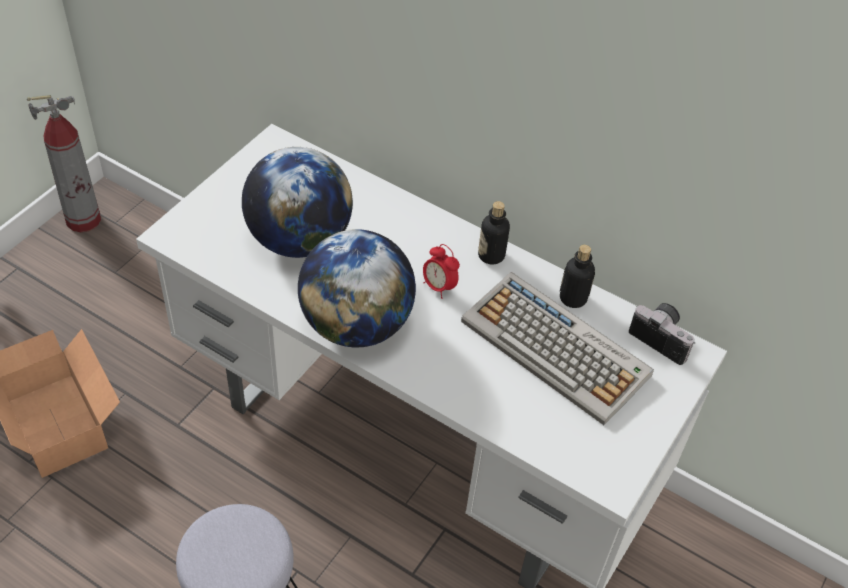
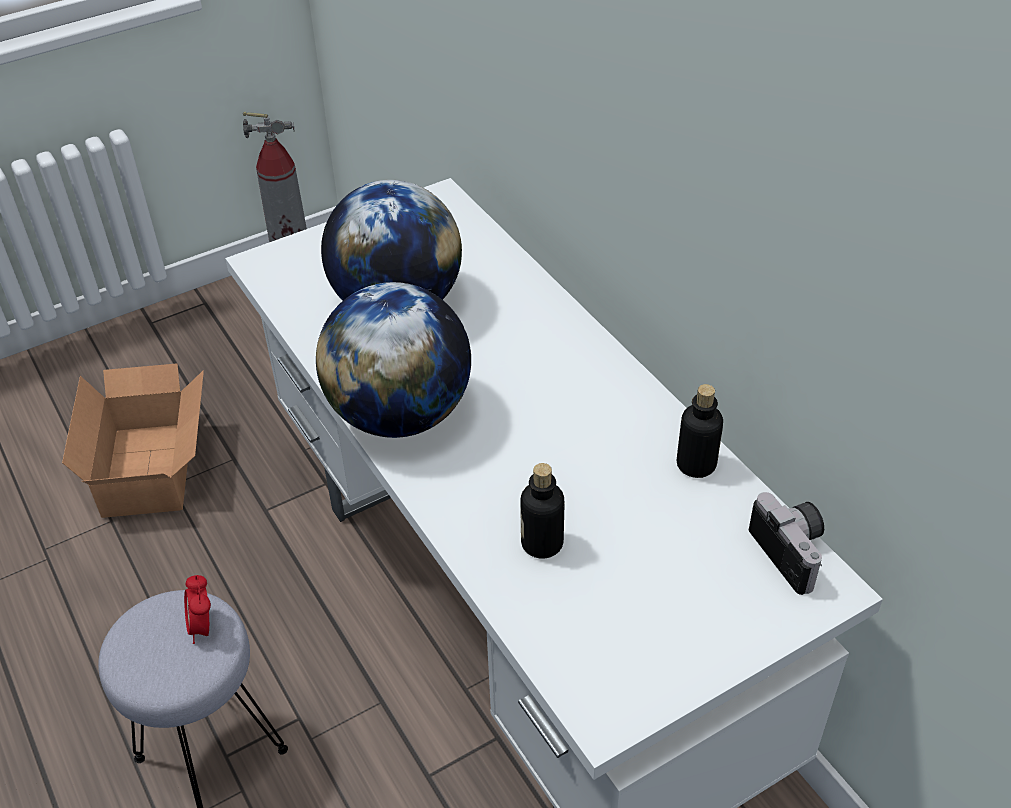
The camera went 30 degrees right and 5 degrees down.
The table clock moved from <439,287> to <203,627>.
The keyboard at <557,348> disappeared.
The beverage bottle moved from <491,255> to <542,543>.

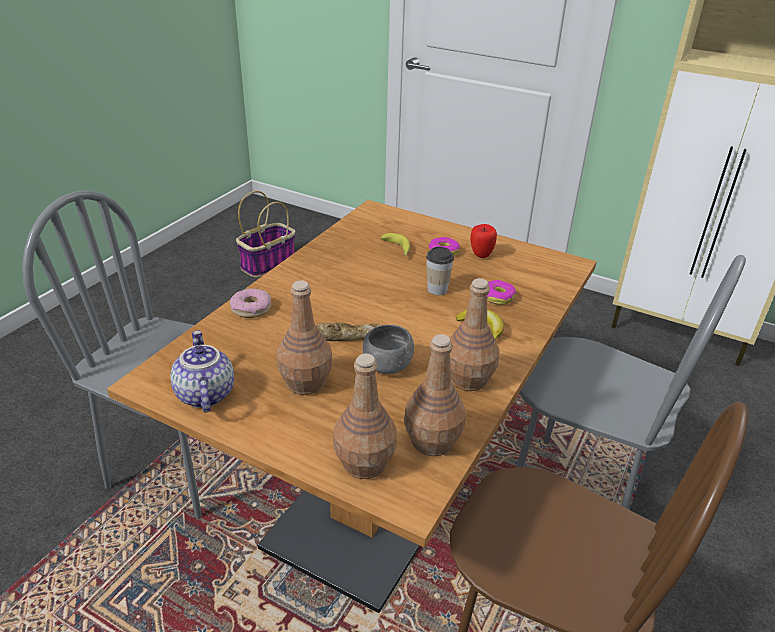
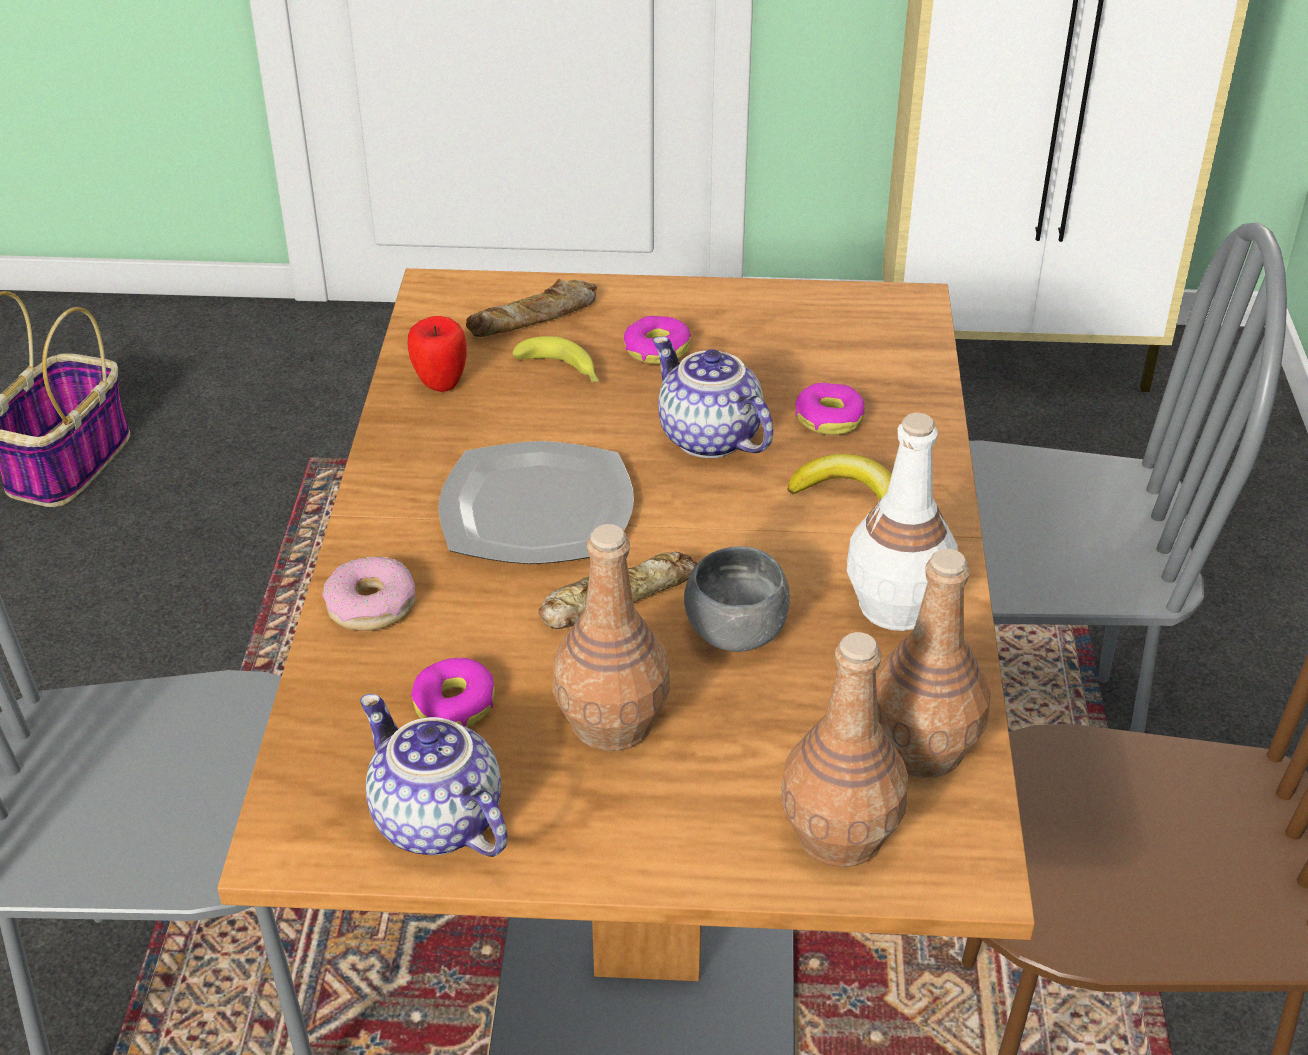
The camera went 25 degrees left and 5 degrees up.
The drinking cup at <437,289> was replaced by the teapot at <706,438>.
The beverage bottle in brownish at <468,378> became the beverage bottle in white-coloured at <896,605>.
The apple moved from <481,255> to <440,384>.
The doughnut at <454,704> appeared.
The plate at <538,510> appeared.
The bakery bread at <535,318> appeared.

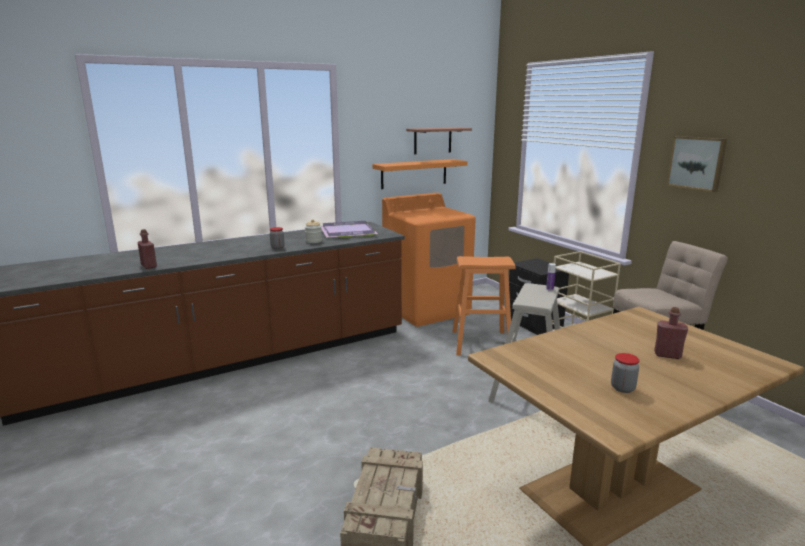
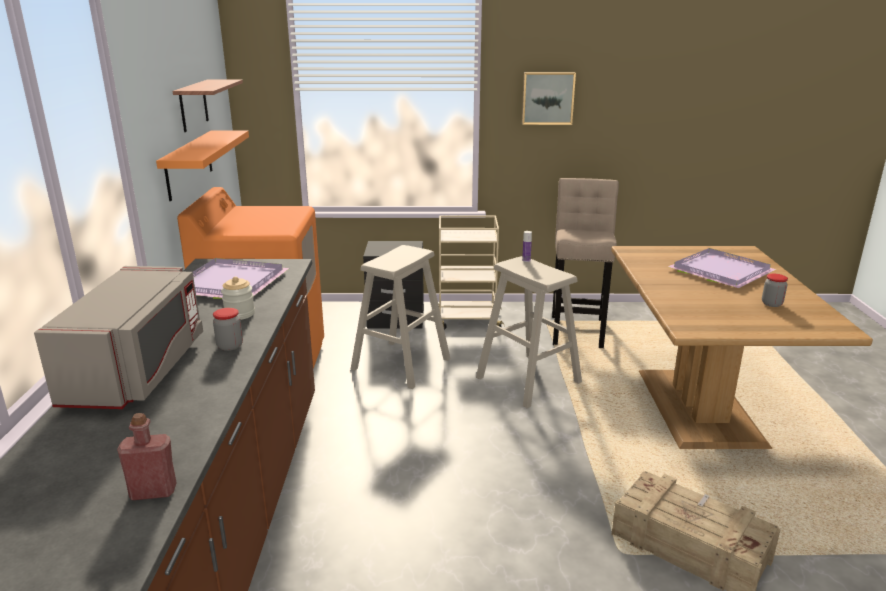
The camera went 60 degrees left and 5 degrees up.
The stool in orange-coloured at <481,342> became the stool in sand-coloured at <401,364>.
The beverage bottle in reddish at <667,355> was replaced by the carrying tray in purplish at <718,271>.
The microwave in greyish at <138,370> appeared.

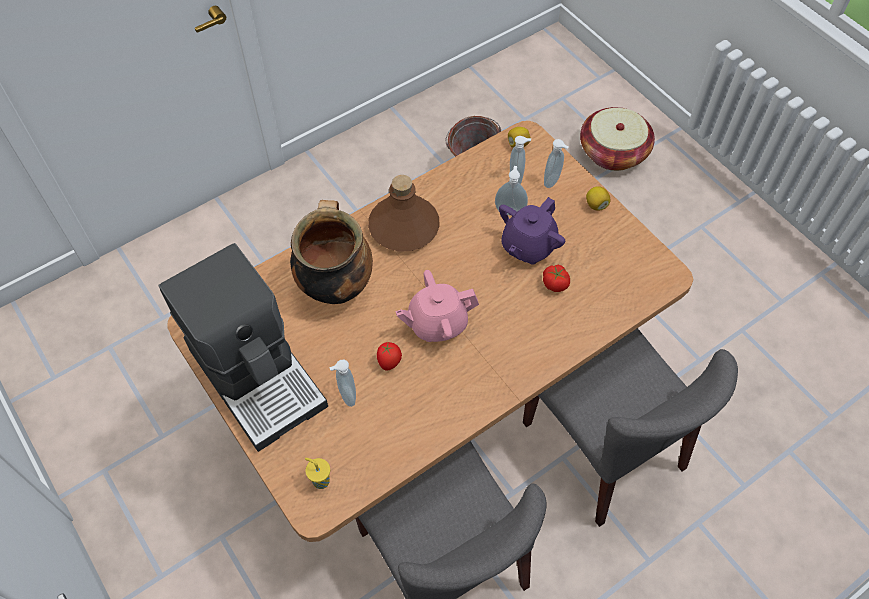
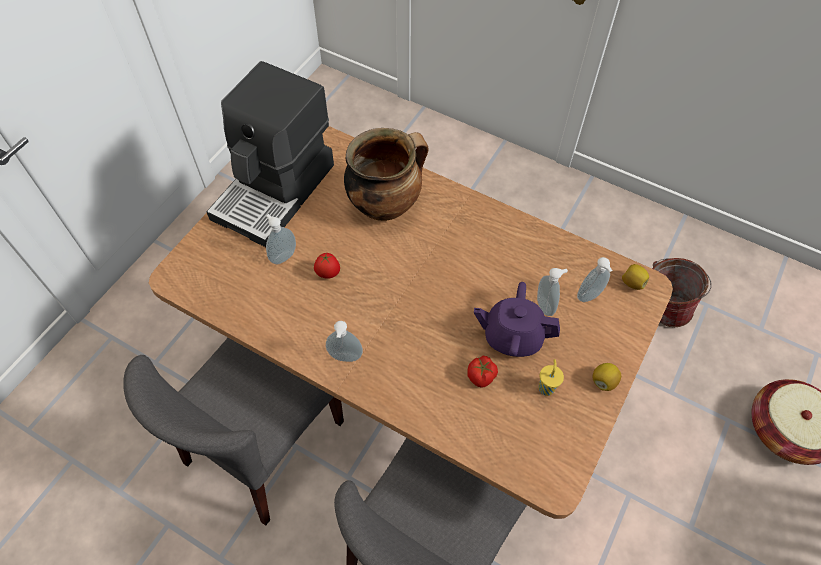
The camera went 65 degrees right and 0 degrees up.
The drinking cup in yellow moved from <320,480> to <546,387>.
The beverage bottle in brownish at <404,226> disappeared.
The teapot in pink at <437,323> disappeared.
The soap dispenser moved from <553,181> to <345,358>.

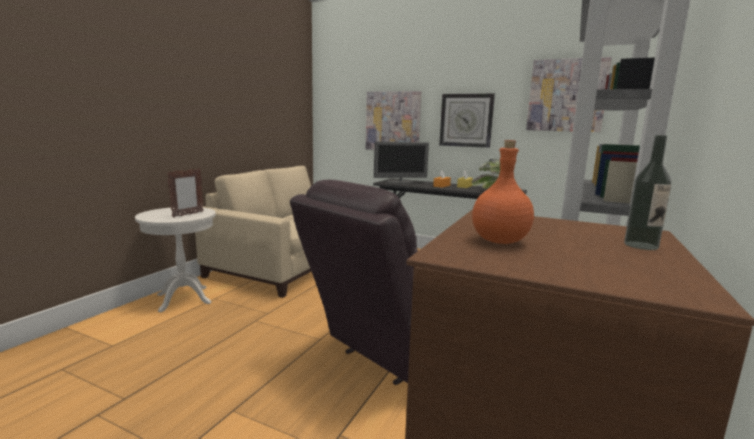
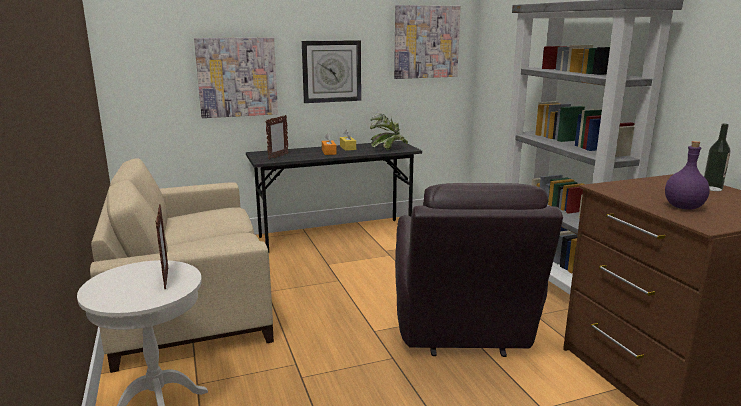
The camera went 45 degrees left and 5 degrees up.
The monitor at <400,182> was replaced by the picture frame at <278,156>.
The beverage bottle in orange-coloured at <500,241> became the beverage bottle in purplish at <684,207>.

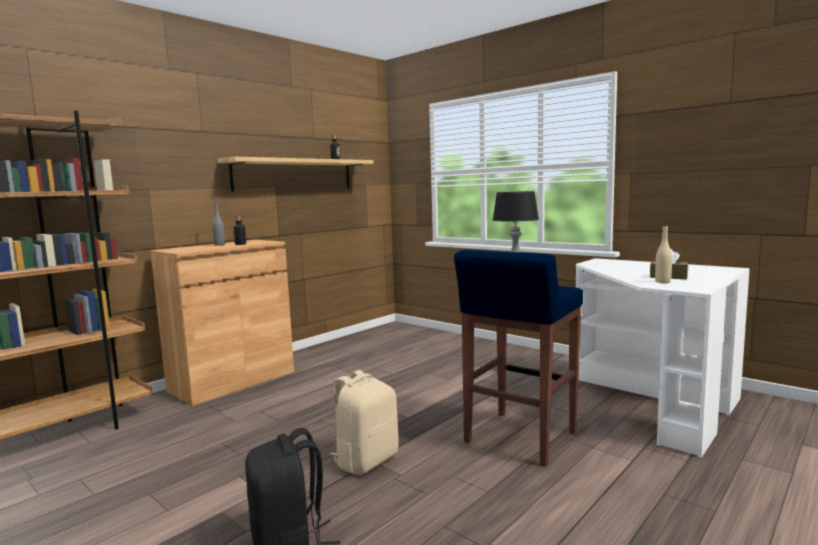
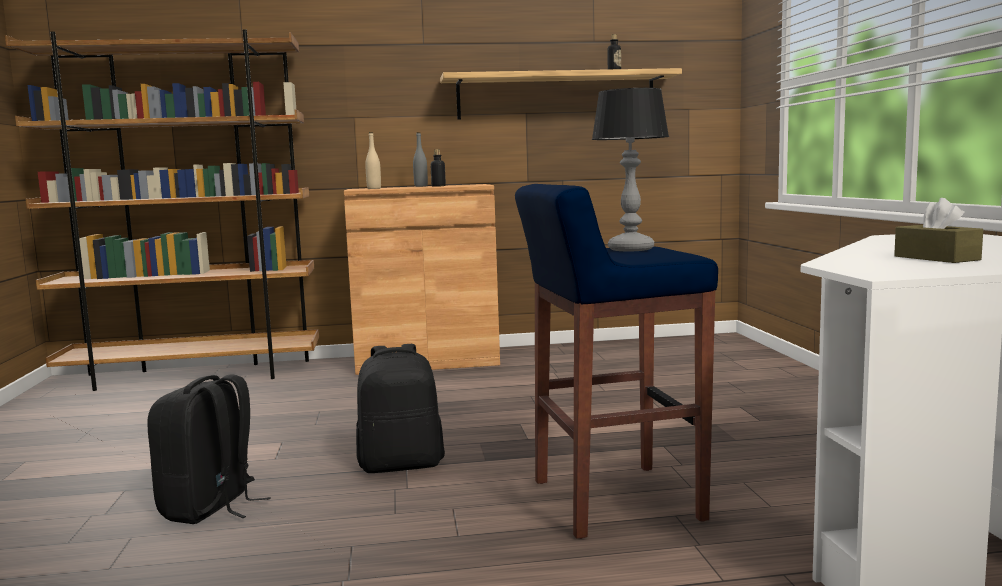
The camera went 40 degrees right and 0 degrees up.
The knapsack in sand-coloured at <366,460> became the knapsack in blackish at <401,464>.
The beverage bottle in sand-coloured moved from <662,282> to <374,188>.

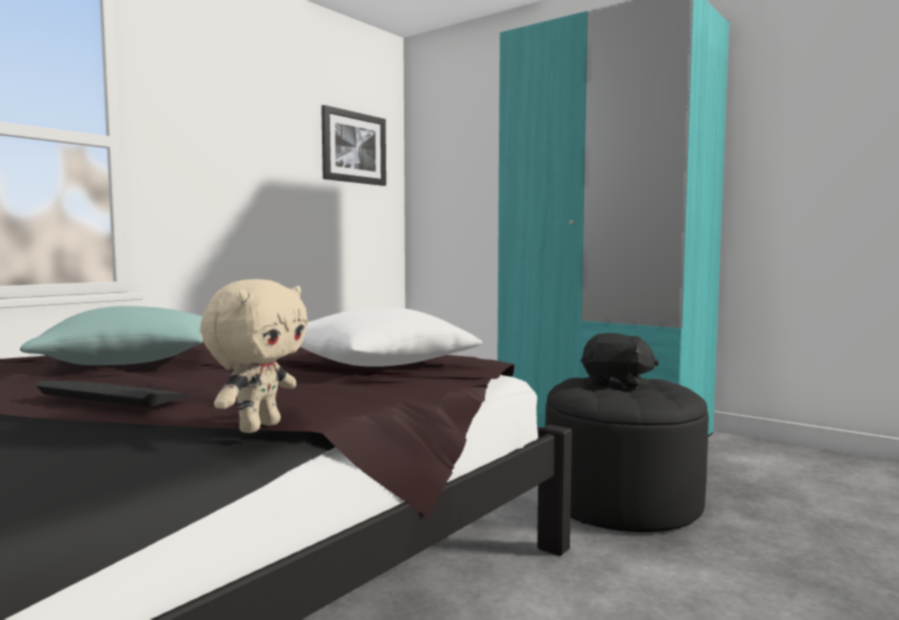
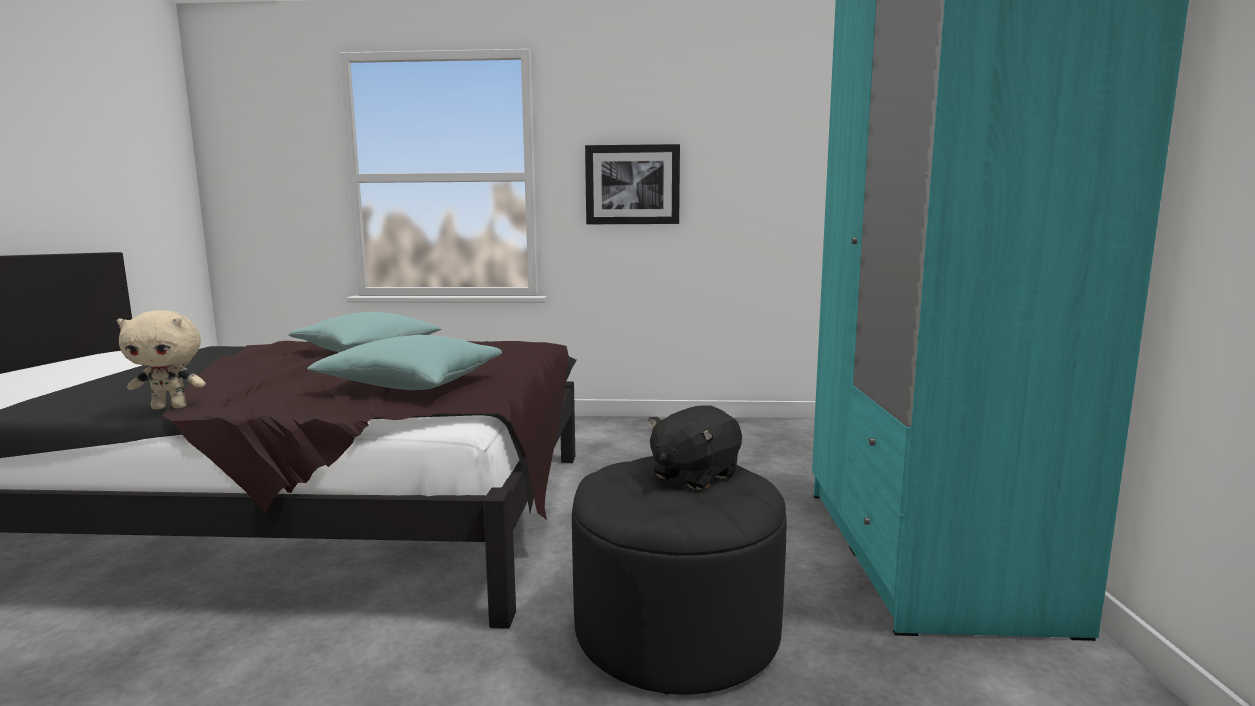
The camera went 55 degrees right and 5 degrees up.
The keyboard at <113,395> disappeared.
The cushion in white-coloured at <376,364> became the cushion in turquoise at <413,385>.
The wall art moved from <353,147> to <632,185>.
The plush toy in blackish at <616,383> turned 60 degrees clockwise.

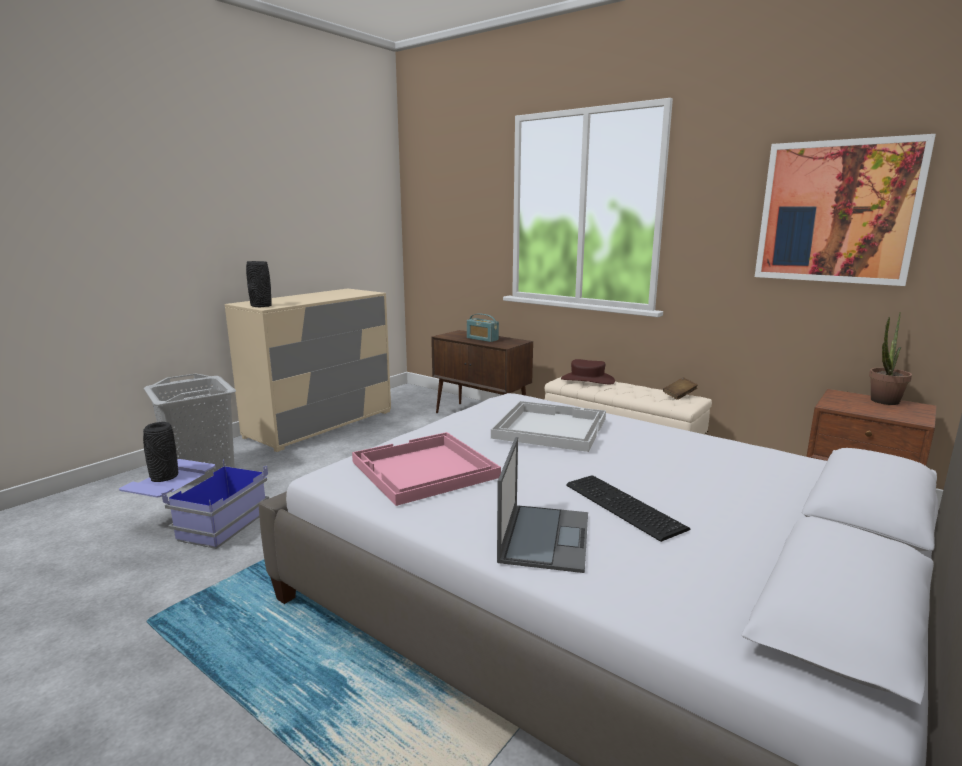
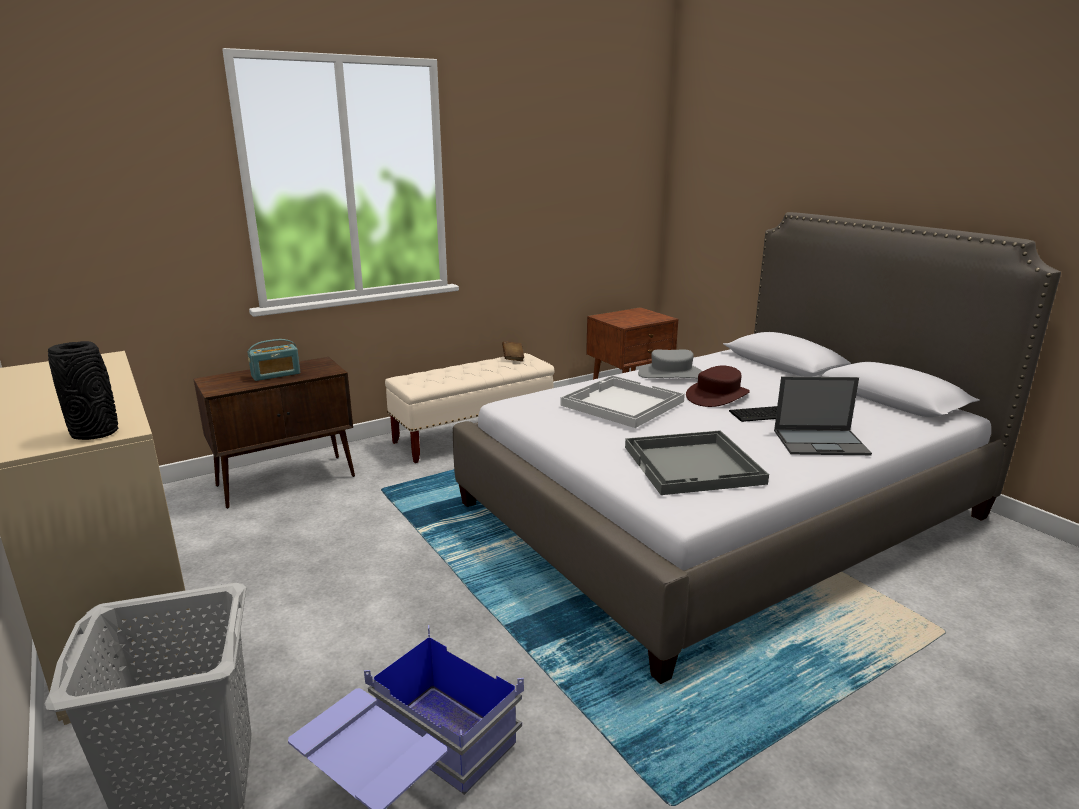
The camera went 70 degrees left and 5 degrees up.
The decorative vase in blackish at <163,477> disappeared.
The carrying tray in pink at <424,470> became the carrying tray in greyish at <694,465>.
The portable computer at <544,536> turned 150 degrees clockwise.
The hat in brownish moved from <587,380> to <717,396>.
The wall art at <836,212> disappeared.
The plant in a pot at <882,402> disappeared.
The hat in greyish at <671,374> appeared.

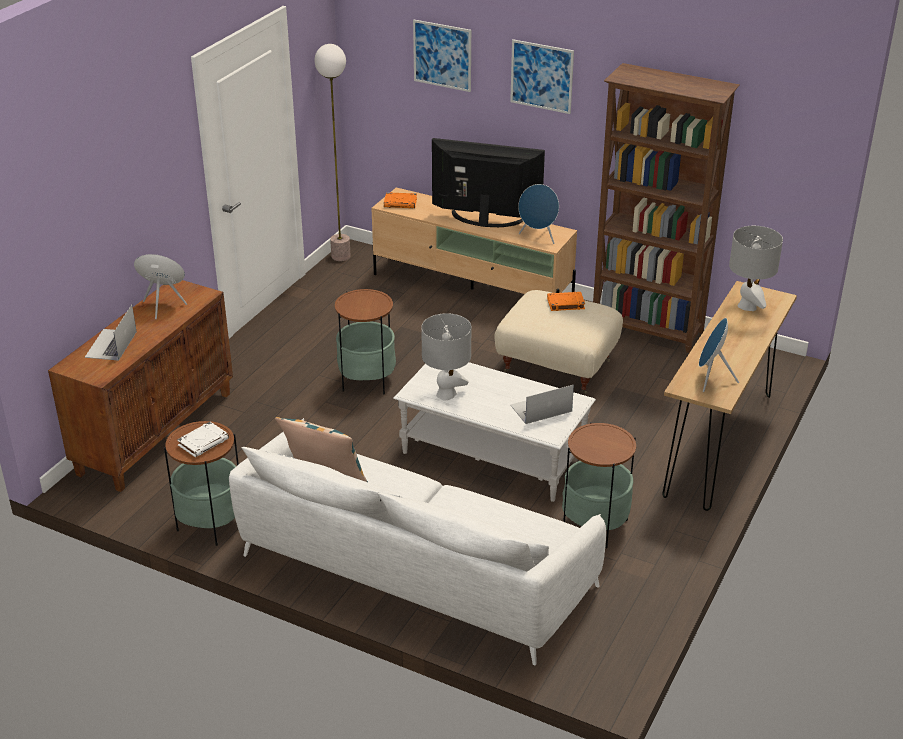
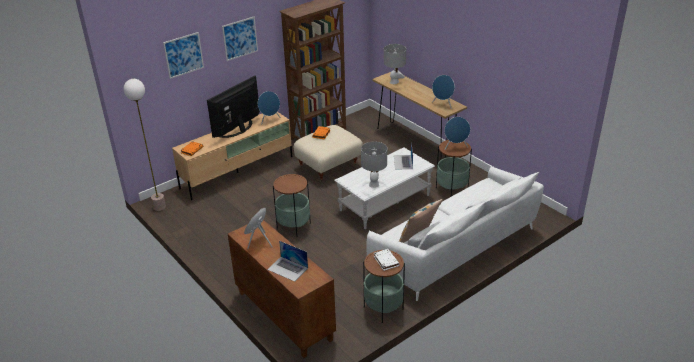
The camera went 65 degrees left and 0 degrees up.
The loudspeaker in blue-coloured at <455,147> appeared.

